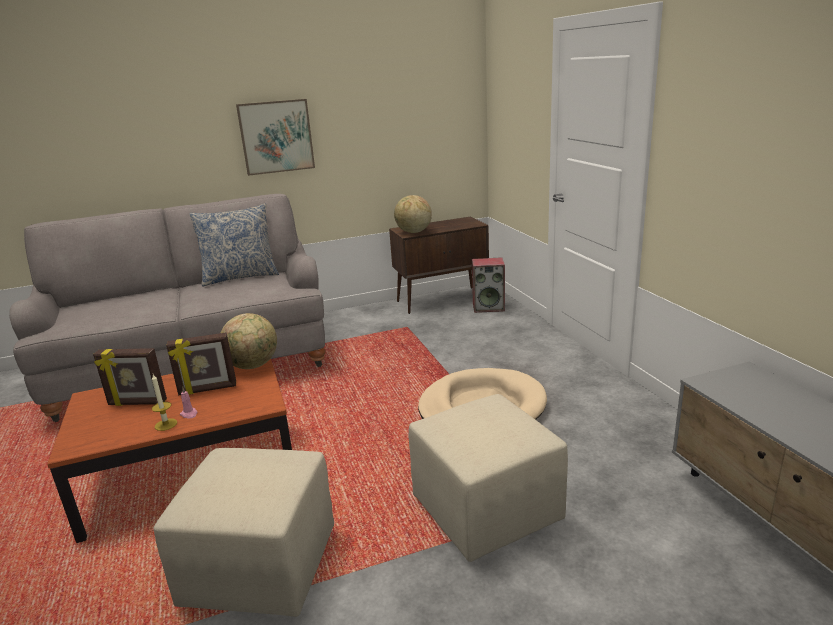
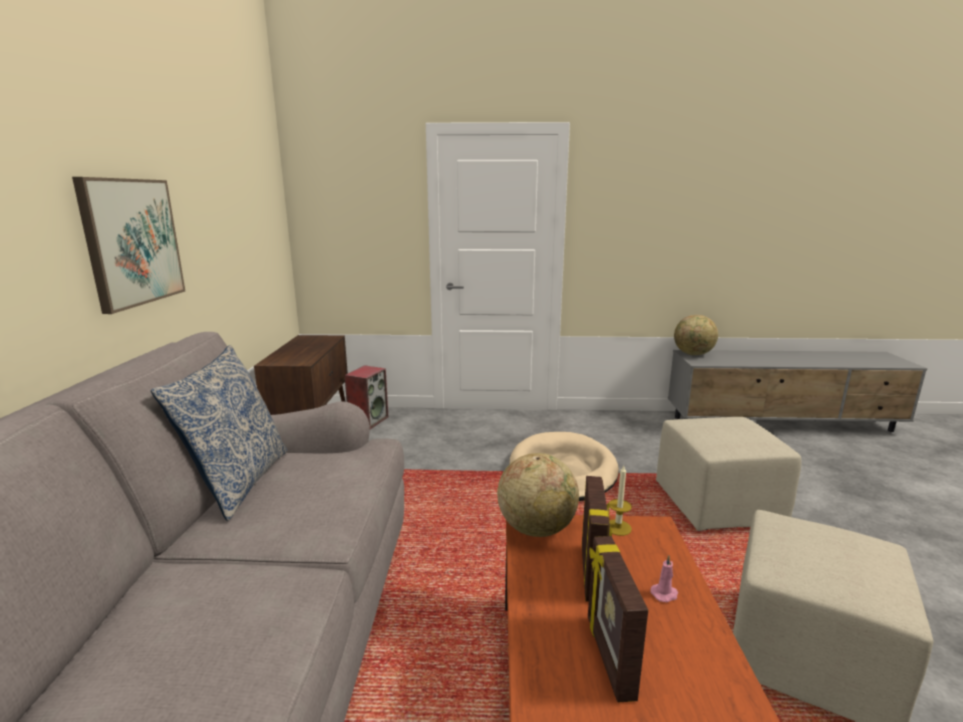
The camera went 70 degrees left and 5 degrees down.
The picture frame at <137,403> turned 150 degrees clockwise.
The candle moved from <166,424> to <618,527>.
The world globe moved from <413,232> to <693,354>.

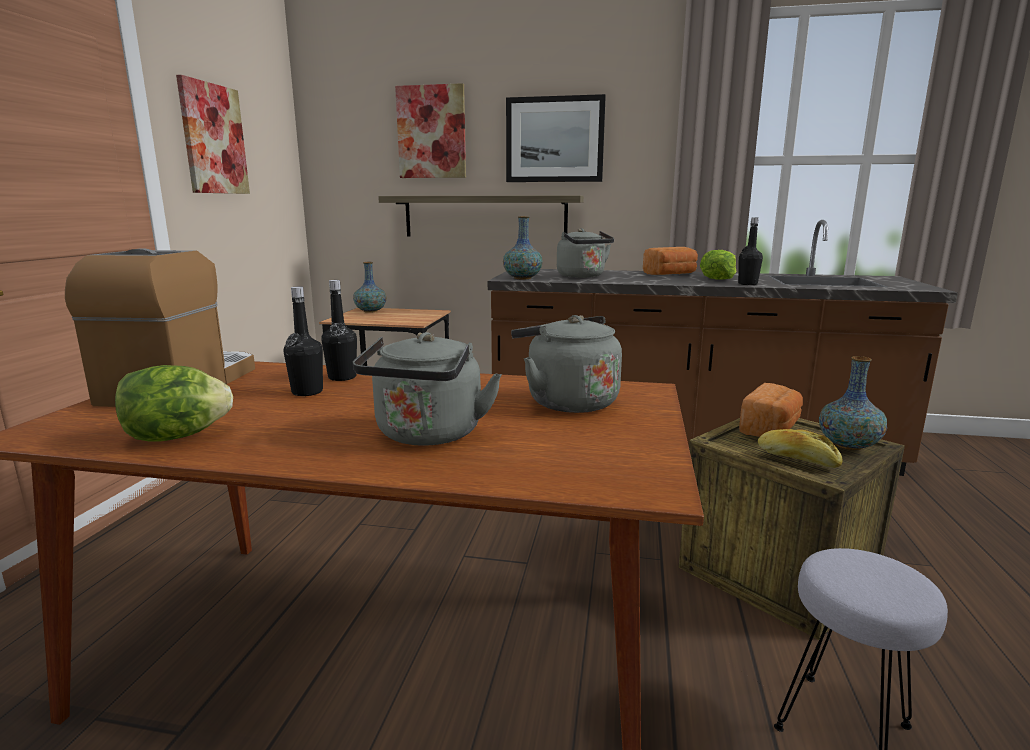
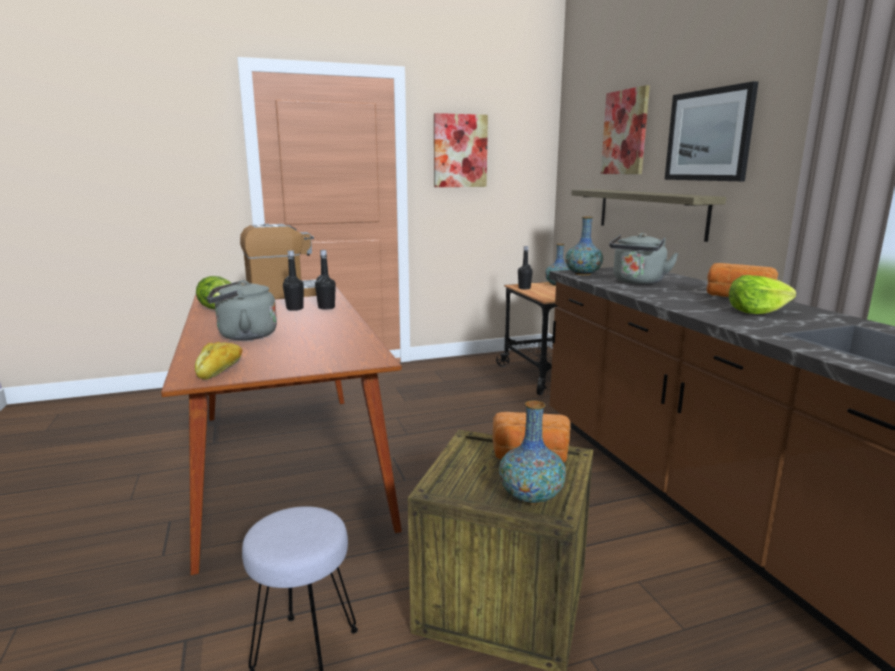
The camera went 60 degrees right and 0 degrees up.
The tea kettle in greyish at <567,401> disappeared.
The beverage bottle in blackish moved from <747,284> to <524,288>.
The bakery bread moved from <797,459> to <221,370>.

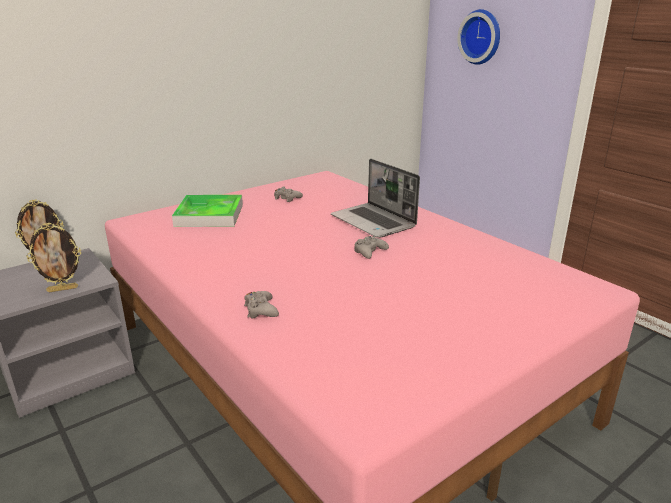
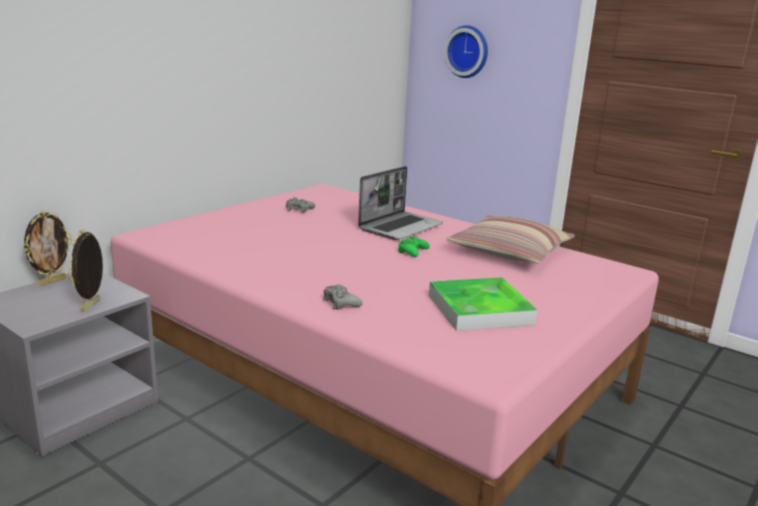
The camera went 15 degrees left and 5 degrees down.
The picture frame at <63,289> turned 135 degrees clockwise.
The carrying tray moved from <209,215> to <479,309>.
The portable computer at <374,222> turned 90 degrees counterclockwise.
The gamepad in greyish at <369,252> became the gamepad in green at <412,251>.
The cushion at <509,252> appeared.

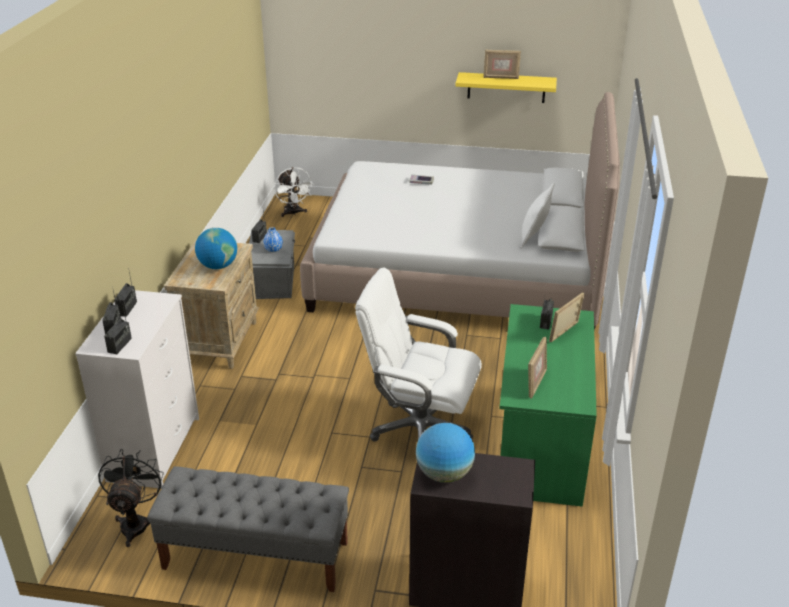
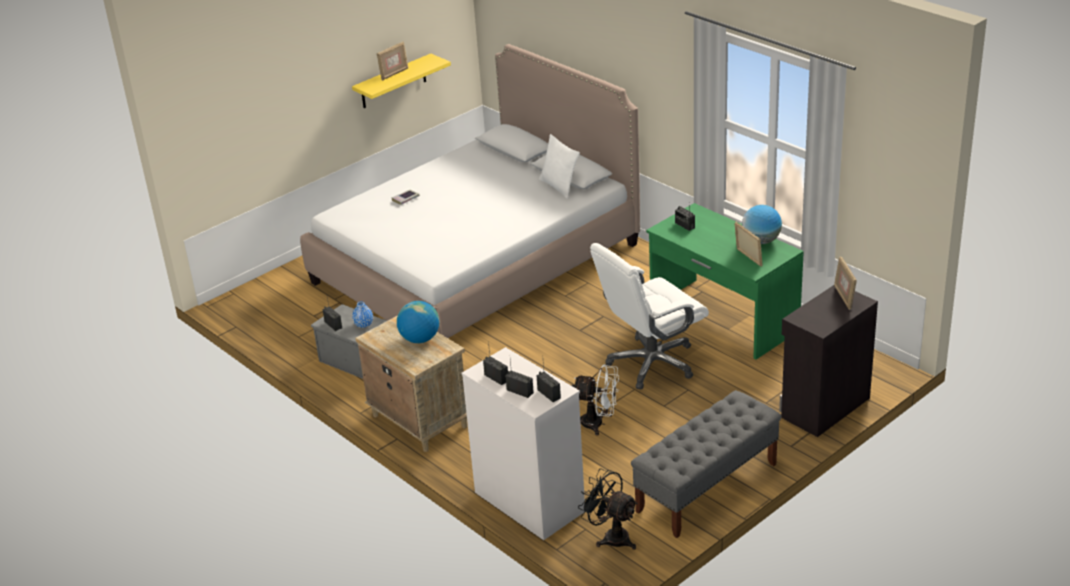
The camera went 50 degrees left and 0 degrees up.
The fan in white-coloured moved from <293,213> to <598,424>.
The world globe moved from <444,474> to <761,241>.
The picture frame moved from <564,333> to <844,297>.

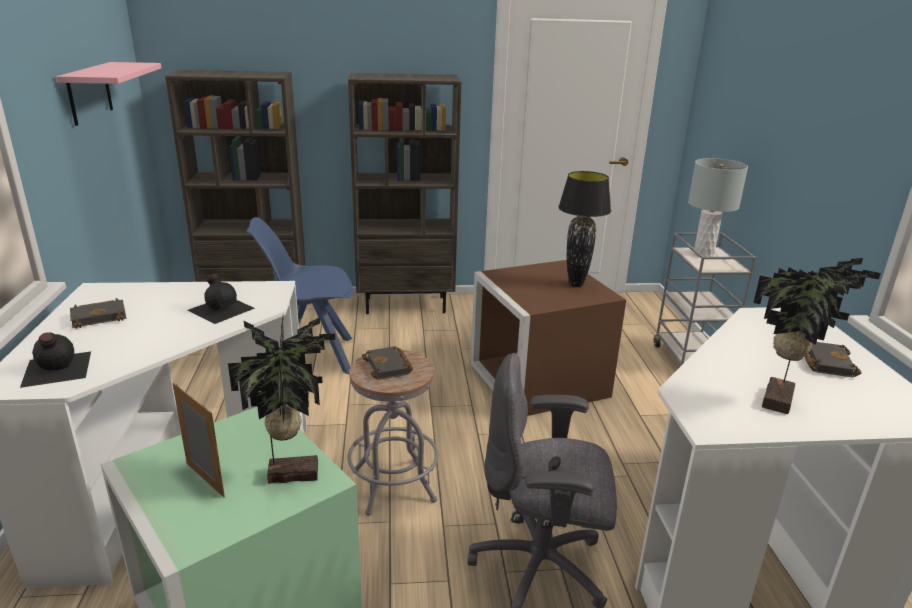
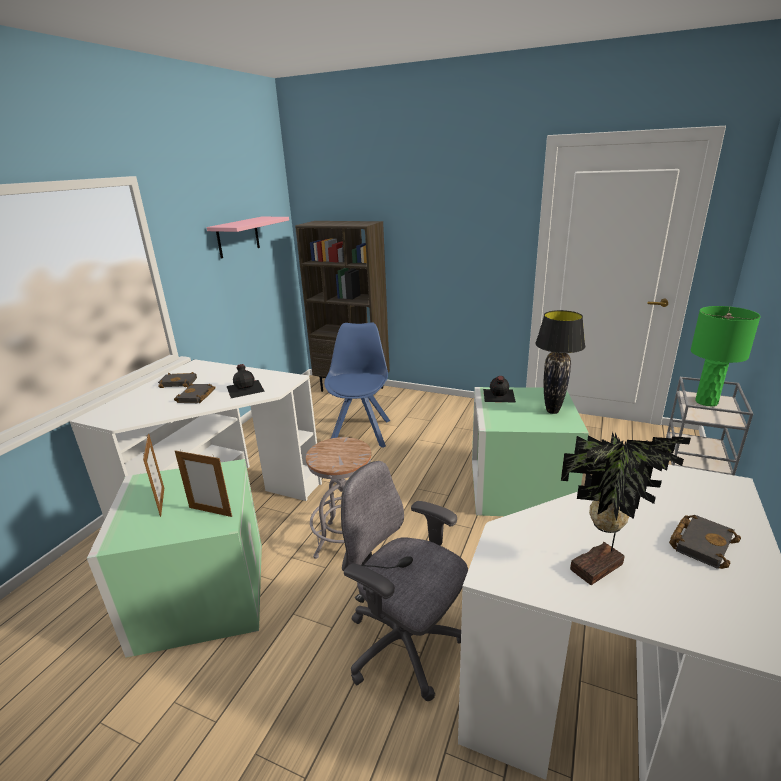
The camera went 30 degrees right and 0 degrees up.
The beverage bottle in blackish moved from <55,369> to <498,395>.
The plant in a pot at <292,472> was replaced by the picture frame at <210,512>.
The chair in blue-coloured at <310,357> turned 75 degrees clockwise.
The bookcase in brownish at <406,304> disappeared.
The book in blackish moved from <389,367> to <196,397>.
The storage bin in brownish at <536,379> became the storage bin in green at <517,486>.
The tabletop lamp in greyish at <703,254> became the tabletop lamp in green at <706,402>.

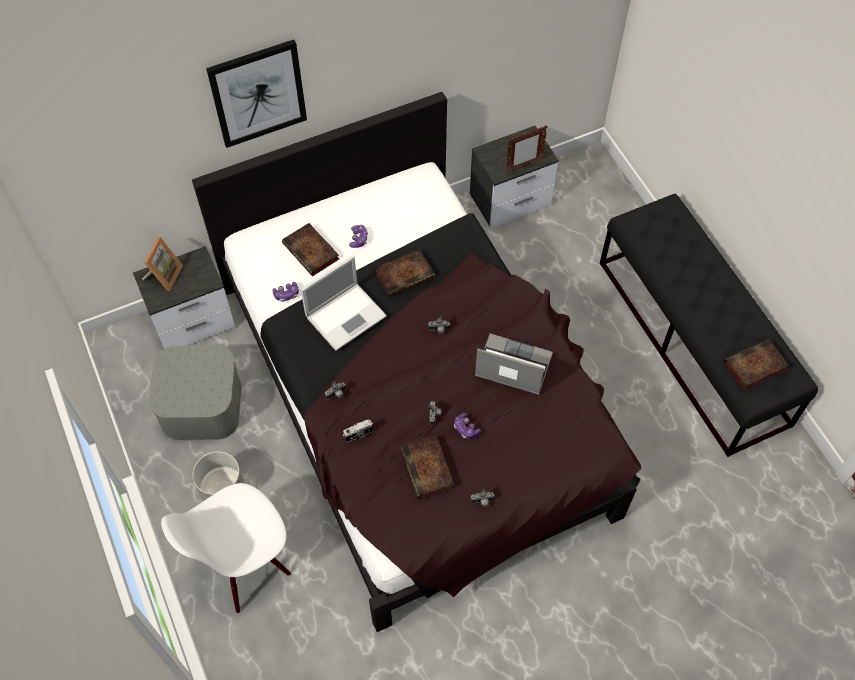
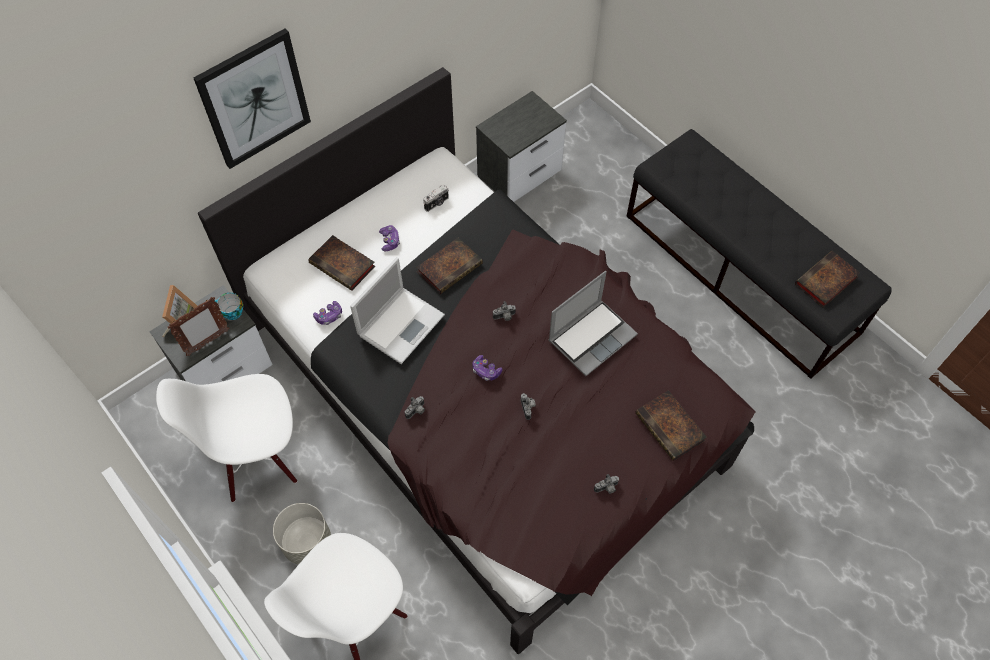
The camera went 15 degrees left and 0 degrees up.
The storage bin in greyish at <201,404> was replaced by the chair in white-coloured at <258,456>.
The still camera moved from <359,435> to <437,203>.
The book moved from <428,470> to <671,428>.
The gamepad moved from <466,429> to <486,371>.
The portable computer at <512,366> turned 135 degrees clockwise.
The picture frame moved from <523,166> to <208,343>.
The drinking cup at <231,313> appeared.

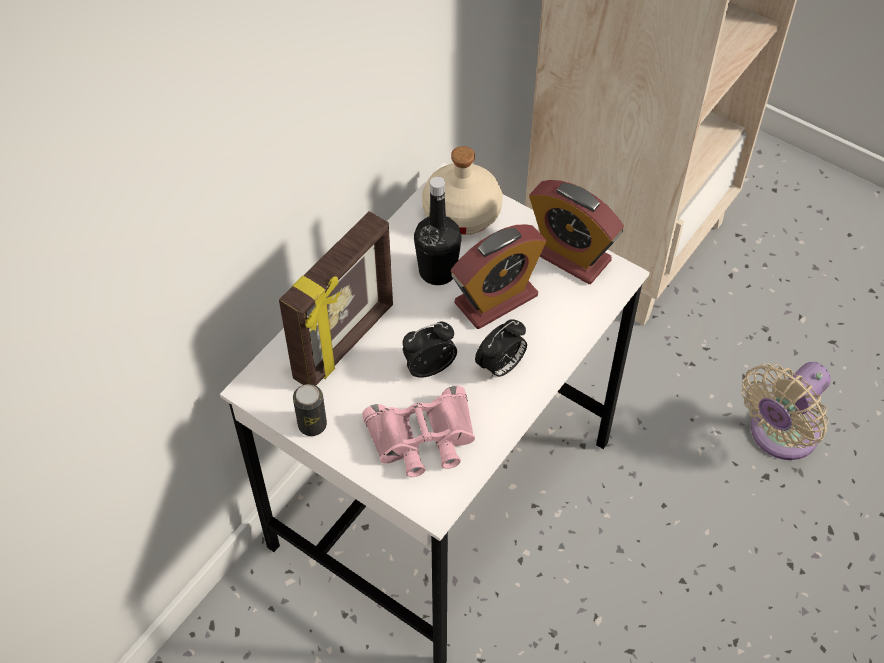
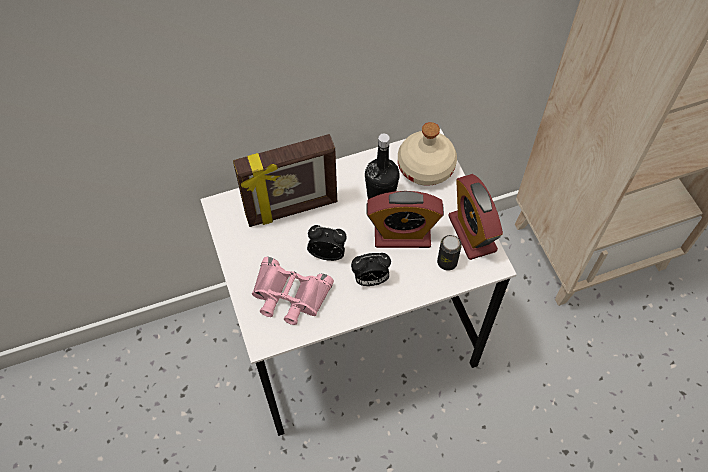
The camera went 35 degrees right and 5 degrees up.
The metal can moved from <312,424> to <447,262>.
The fan in sand-coloured at <779,435> disappeared.

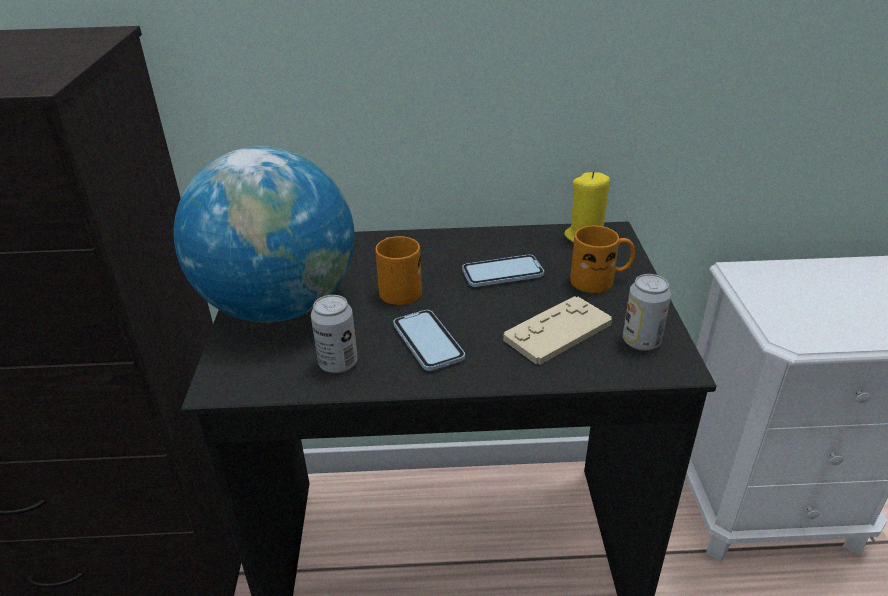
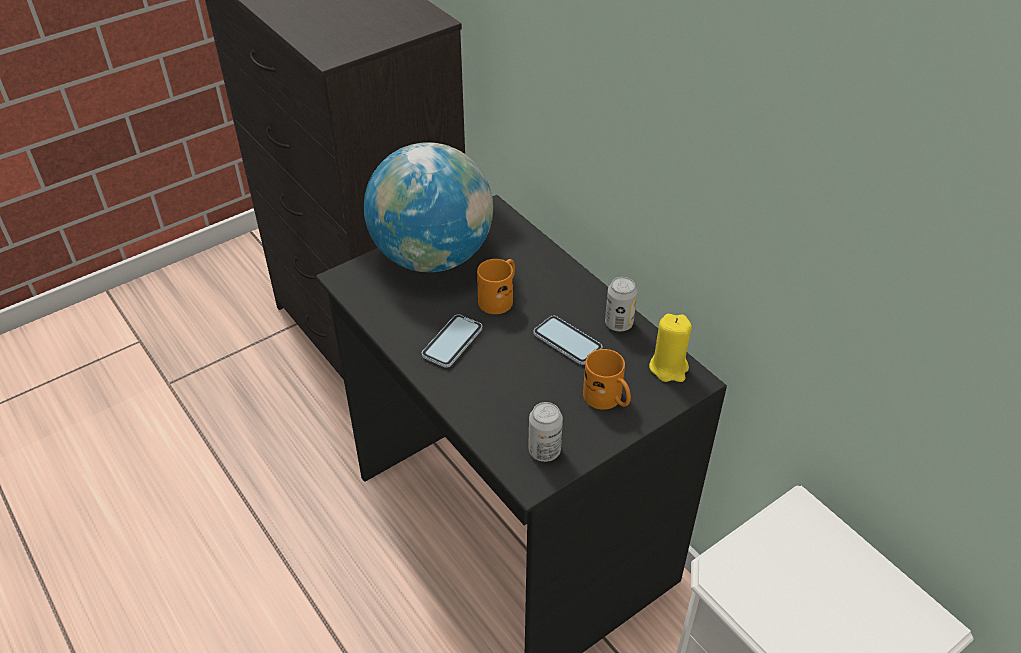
The camera went 55 degrees right and 10 degrees up.
The metal can moved from <338,363> to <618,323>.
The gamepad in sand-coloured at <557,331> disappeared.

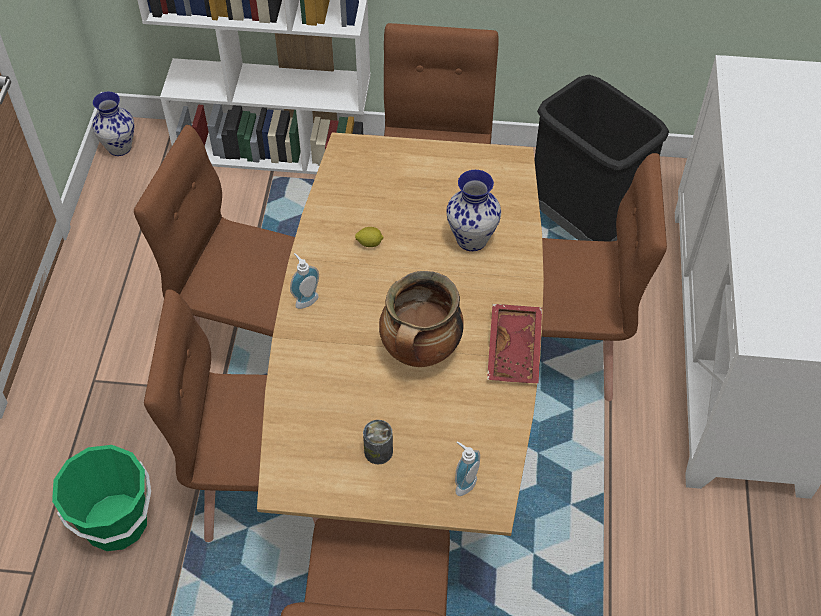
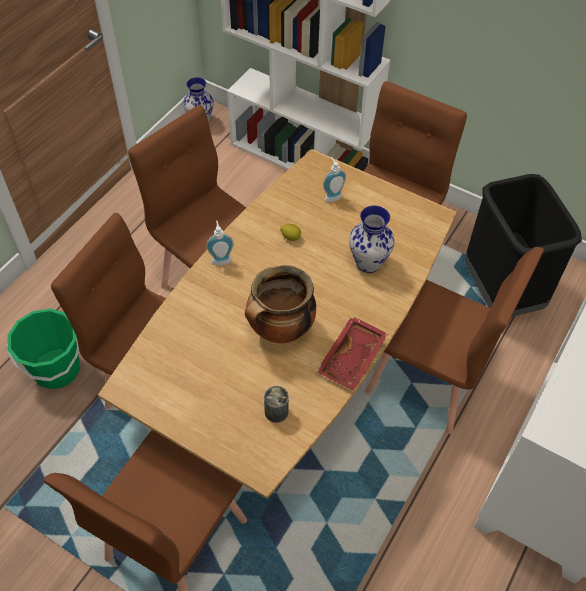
The camera went 25 degrees right and 0 degrees up.
The metal can moved from <378,451> to <276,412>.
The soap dispenser moved from <463,483> to <332,196>.

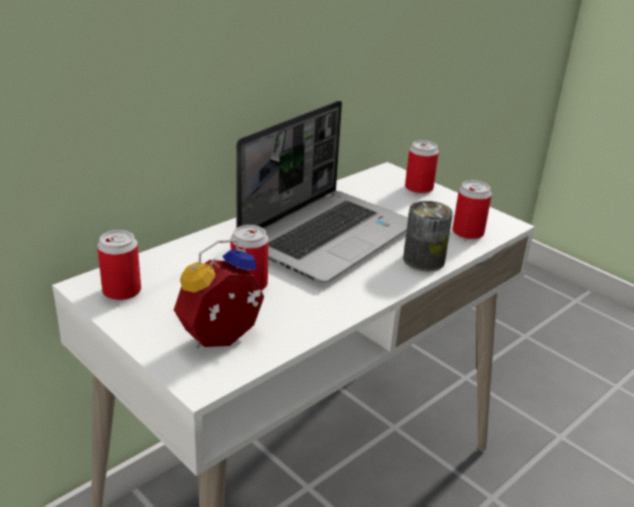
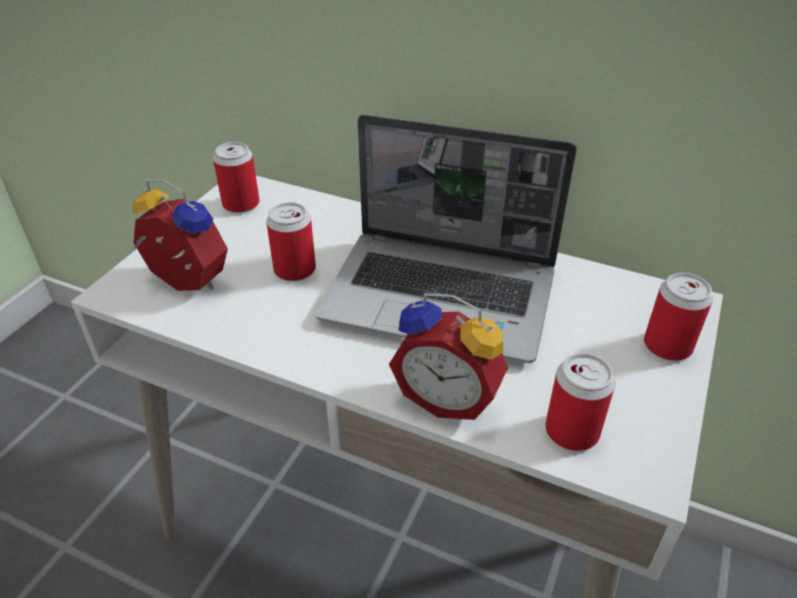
The camera went 70 degrees right and 10 degrees up.
The metal can at <423,260> was replaced by the table clock at <448,397>.

